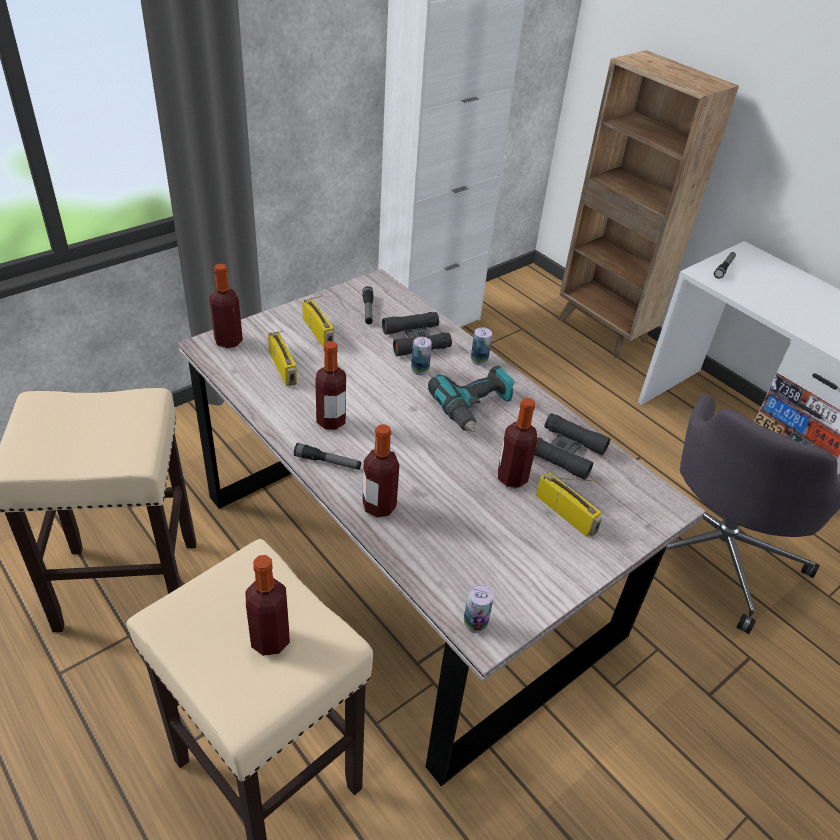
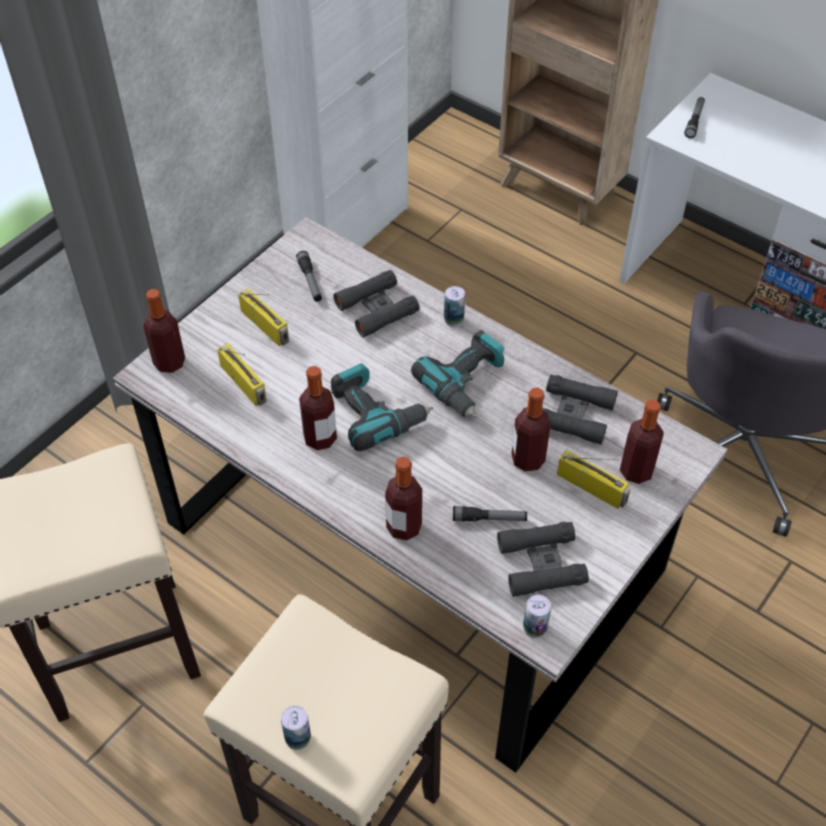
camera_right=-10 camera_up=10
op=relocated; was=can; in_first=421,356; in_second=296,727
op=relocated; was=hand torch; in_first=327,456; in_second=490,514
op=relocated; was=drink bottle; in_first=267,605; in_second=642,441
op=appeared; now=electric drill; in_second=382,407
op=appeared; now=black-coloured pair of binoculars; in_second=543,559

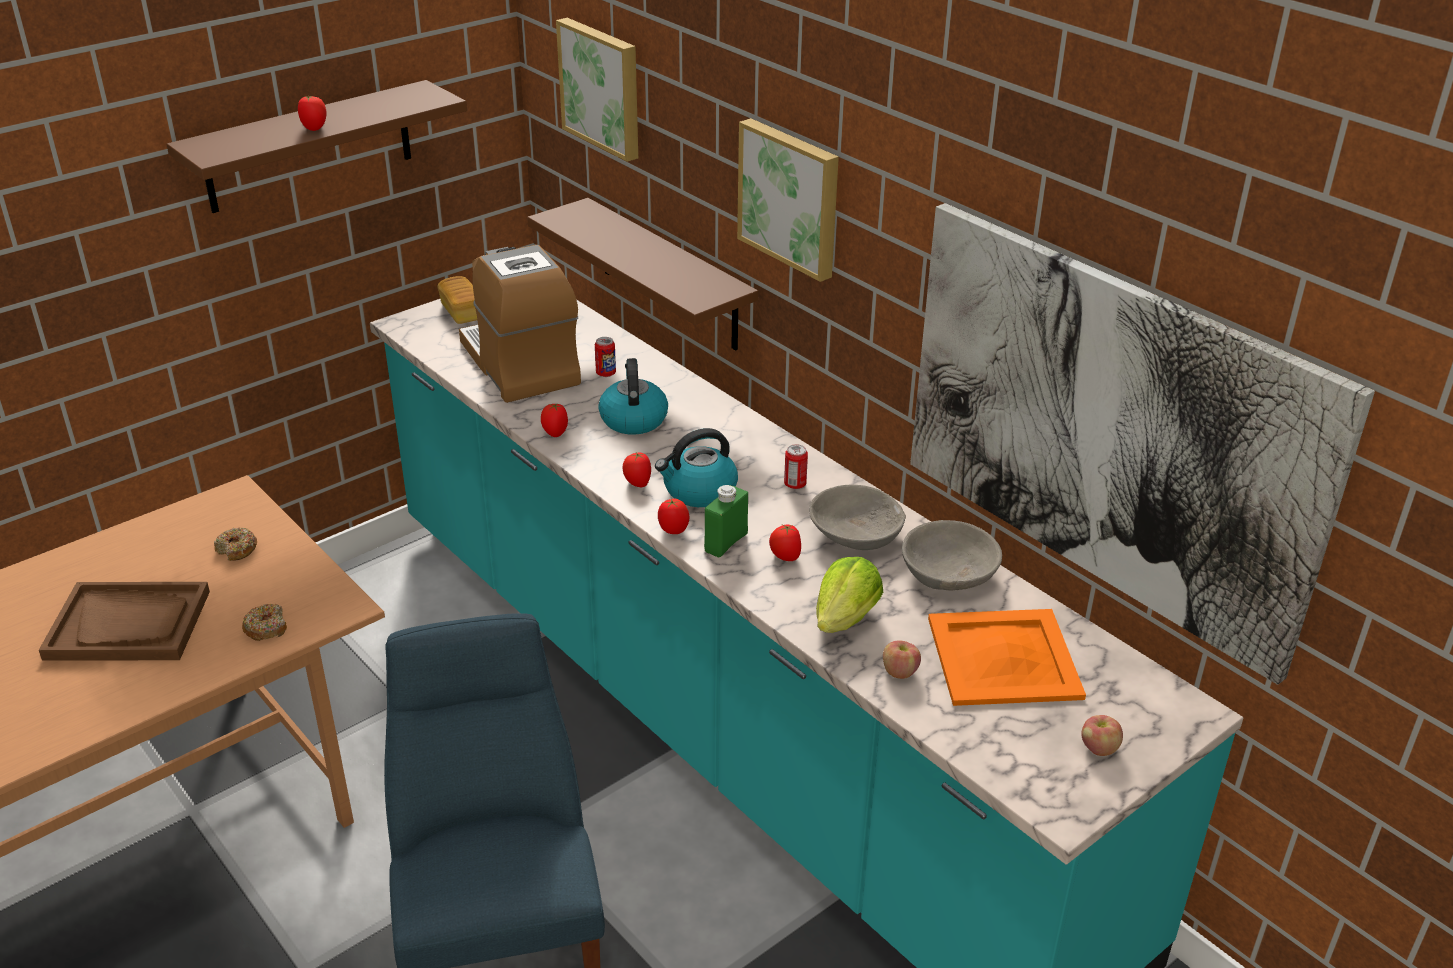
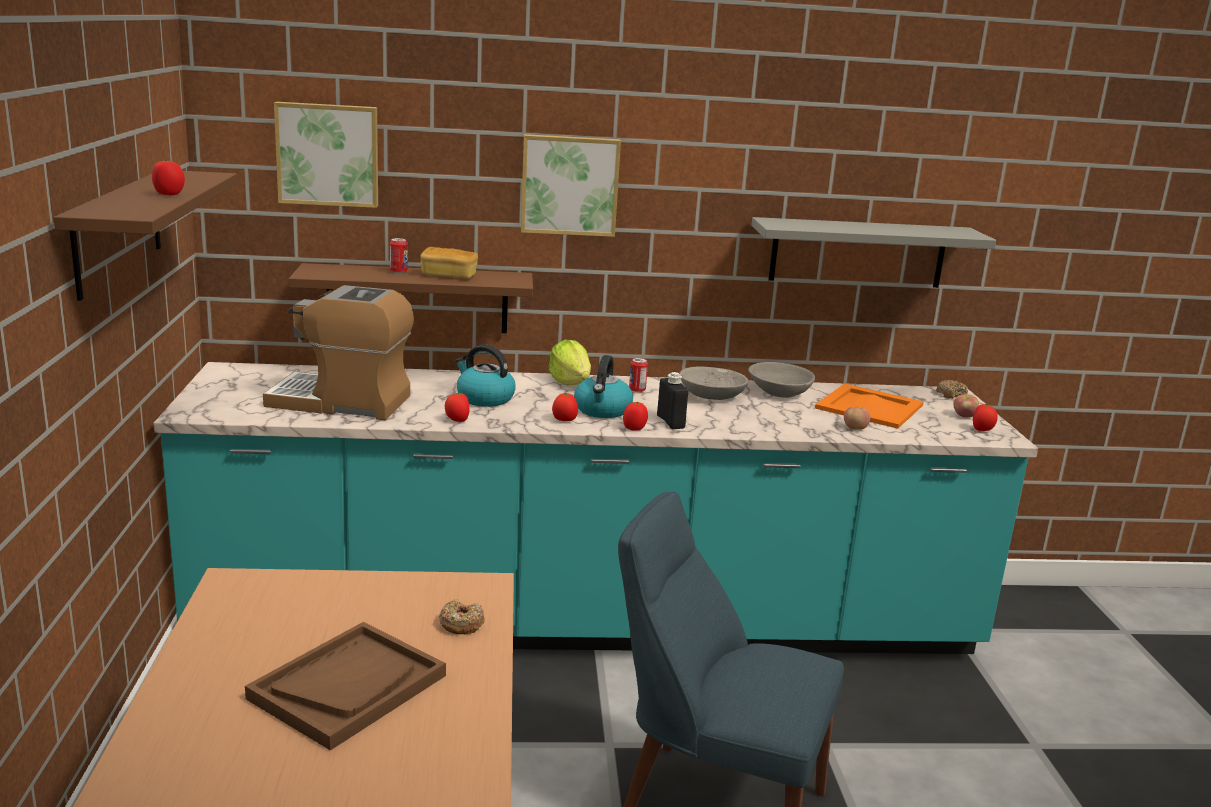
camera_right=-55 camera_up=-15
op=exchanged; was=wall picture; now=greyish wall shelf; in_first=1142,444; in_second=873,252
op=relocated; was=baked bread; in_first=457,300; in_second=449,263
op=relocated; was=can; in_first=605,357; in_second=399,255
op=colour; was=green drink bottle; now=black-coloured drink bottle; in_first=726,521; in_second=672,400
op=relocated; was=fresh tomato; in_first=785,542; in_second=985,417
op=relocated; was=doughnut; in_first=235,544; in_second=952,389
op=relocated; was=head of lettuce; in_first=849,595; in_second=569,363

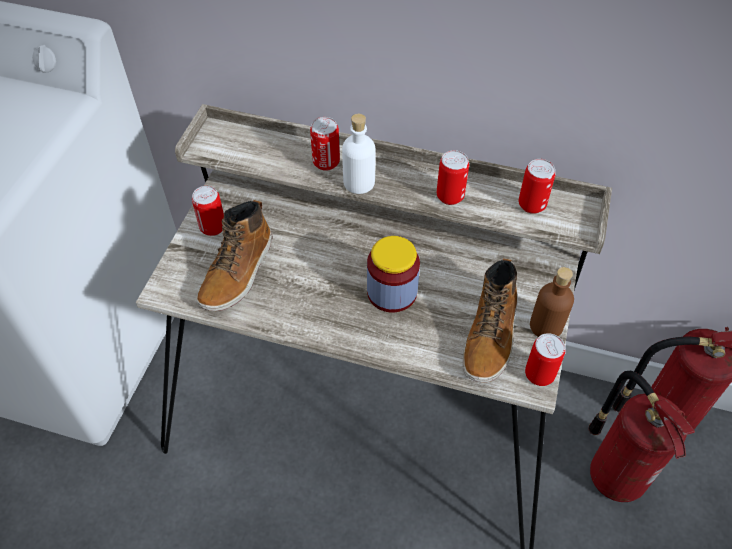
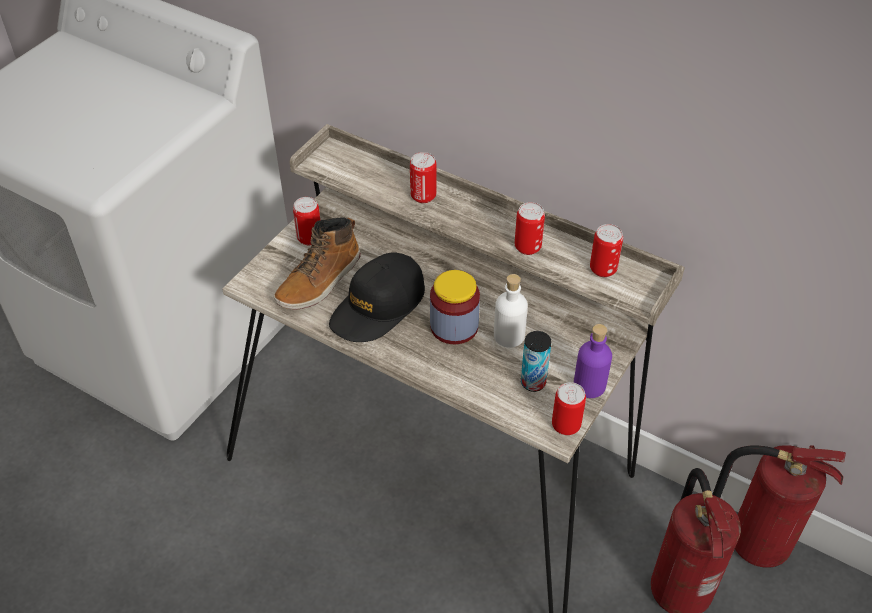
camera_right=15 camera_up=-5
op=relocated; was=white-coloured drink bottle; in_first=358,154; in_second=511,311
op=exchanged; was=high-top boot; now=can; in_first=490,320; in_second=536,361
op=colour; was=brownish drink bottle; now=purplish drink bottle; in_first=552,302; in_second=593,361
op=appeared; now=black-coloured peaked cap; in_second=377,297

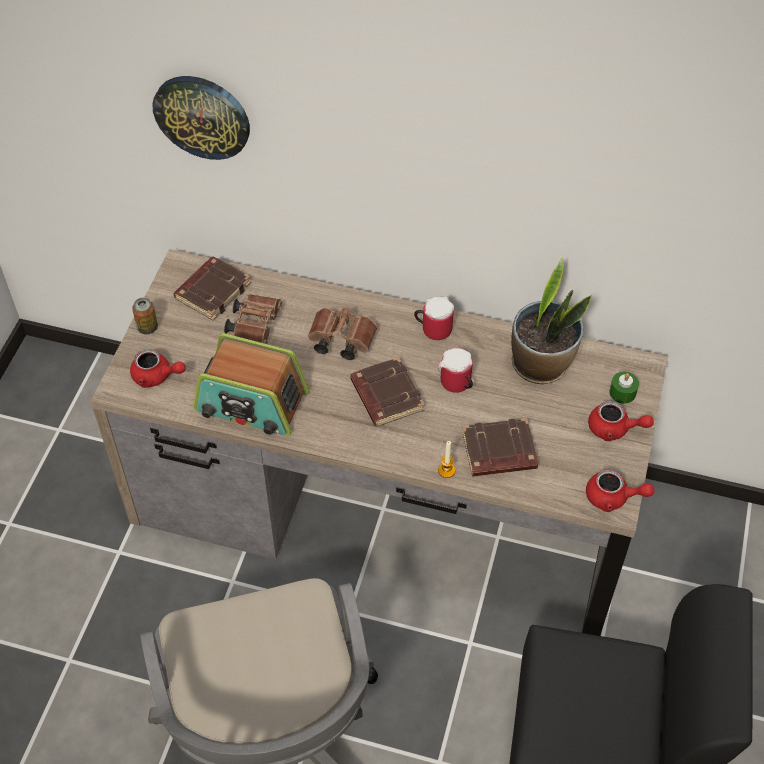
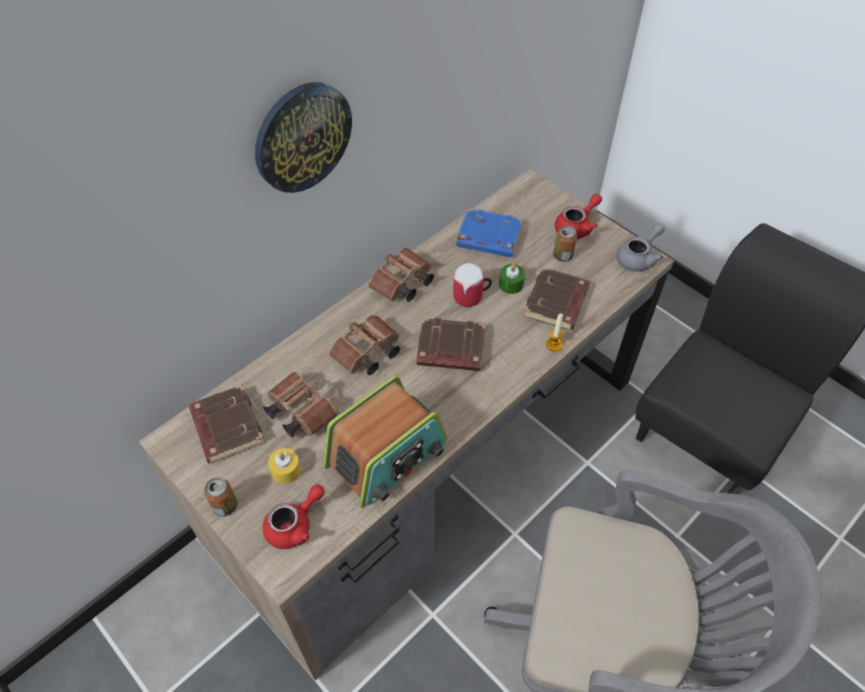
camera_right=-60 camera_up=0
op=relocated; was=wall clock; in_first=201,118; in_second=303,137
op=exchanged; was=houseplant; now=blue-coloured bound book; in_first=551,320; in_second=489,232
op=exchanged; was=mug; now=brownish pair of binoculars; in_first=434,318; in_second=401,275
op=relocated; was=green wax light; in_first=624,388; in_second=512,279
op=colour; was=red-coloured pot for tea; now=greyish pot for tea; in_first=620,491; in_second=640,247
op=appeared; now=can; in_second=565,244
op=appeared; now=yellow-coloured wax light; in_second=284,466

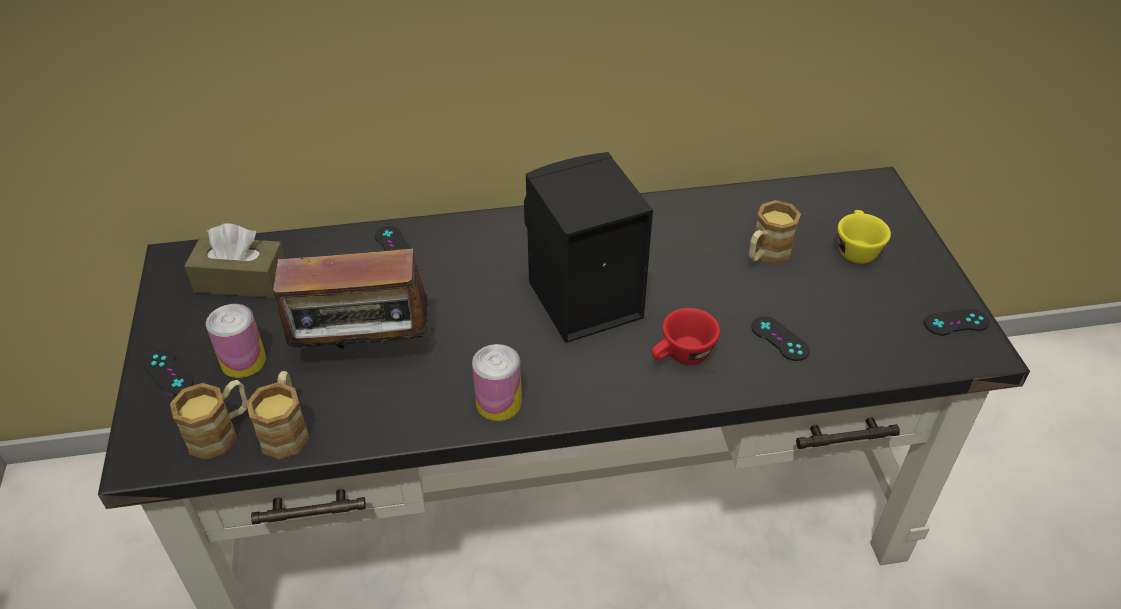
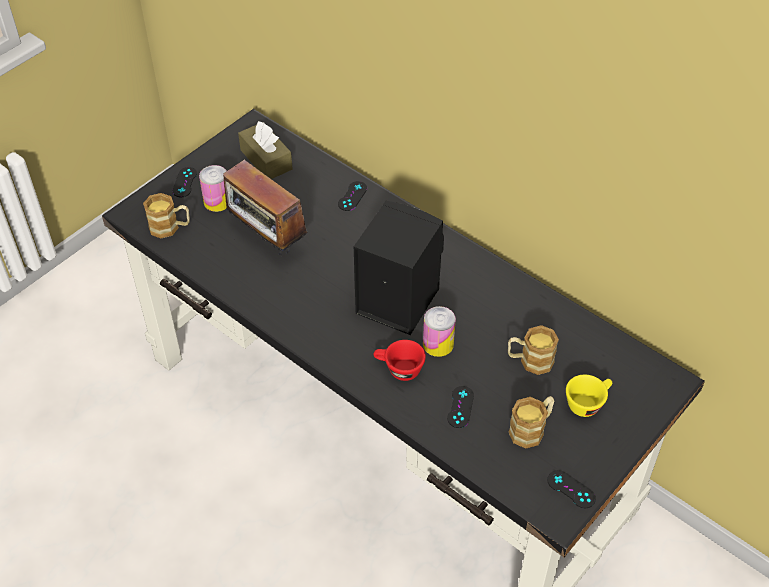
camera_right=50 camera_up=5
op=relocated; was=can; in_first=497,382; in_second=439,331
op=relocated; was=mug; in_first=278,415; in_second=531,422

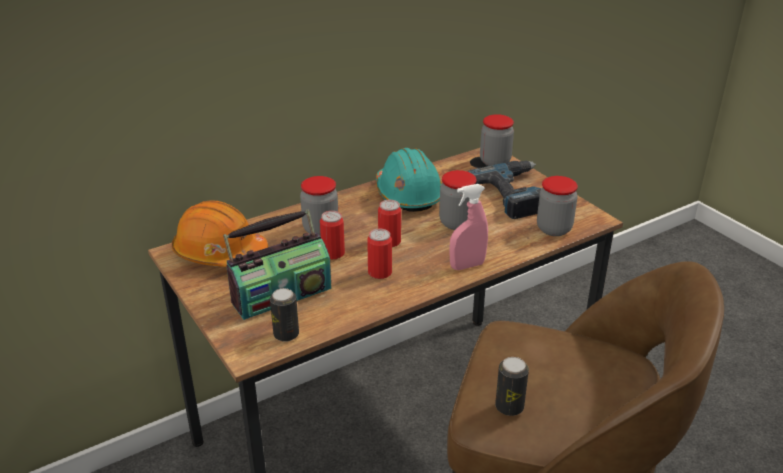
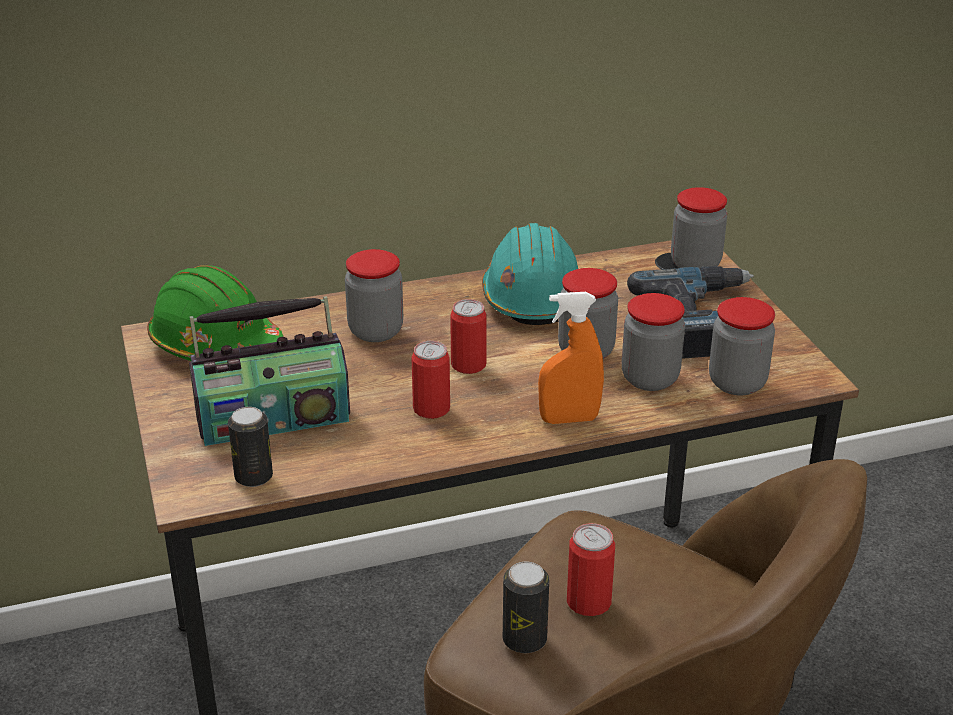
camera_right=15 camera_up=0
op=colour; was=pink-coloured sprayer; now=orangey sprayer; in_first=468,227; in_second=571,358
op=colour; was=orangey safety helmet; now=green safety helmet; in_first=220,233; in_second=215,313
op=relocated; was=can; in_first=332,235; in_second=591,569
op=appeared; now=jar; in_second=653,342

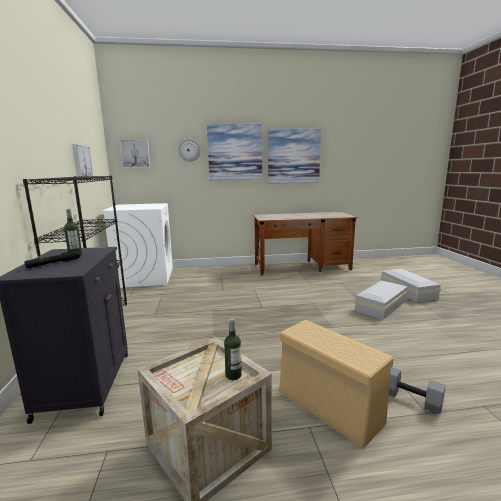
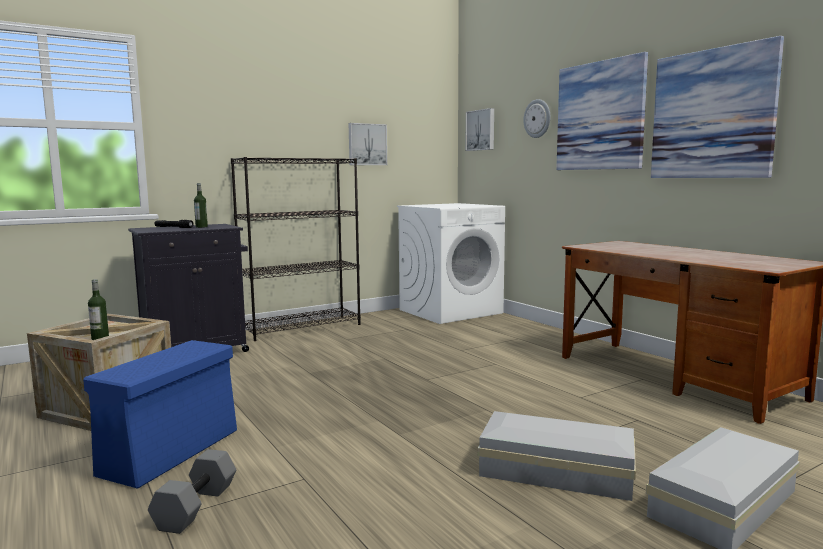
camera_right=65 camera_up=-5
op=colour; was=beige storage box; now=blue-coloured storage box; in_first=336,384; in_second=160,414

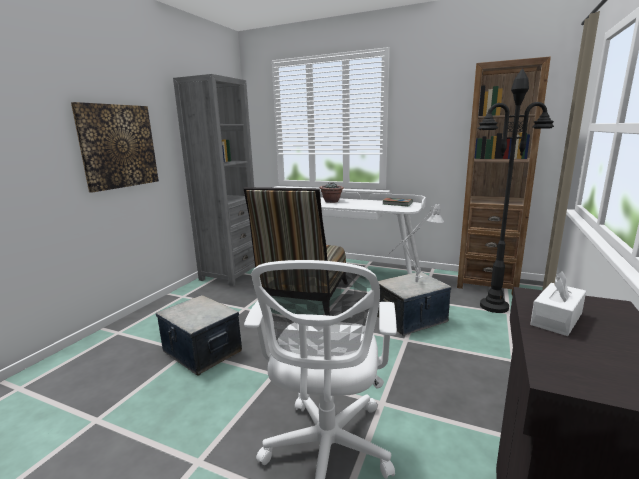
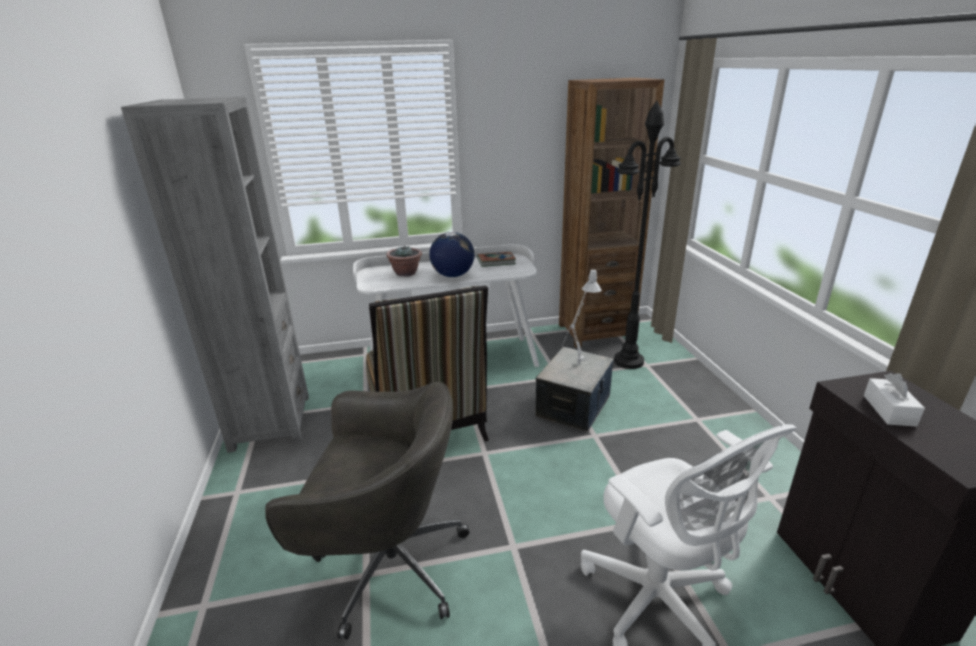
camera_right=-35 camera_up=10
op=missing; was=wall picture; in_first=115,147
op=exchanged; was=storage box; now=greyish office chair; in_first=199,335; in_second=367,511
op=appeared; now=globe; in_second=451,254

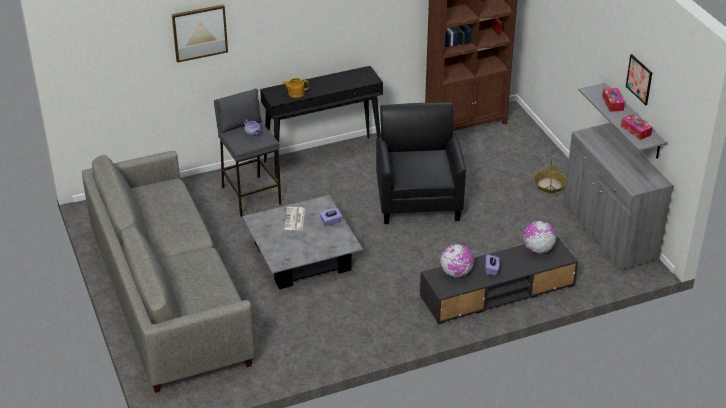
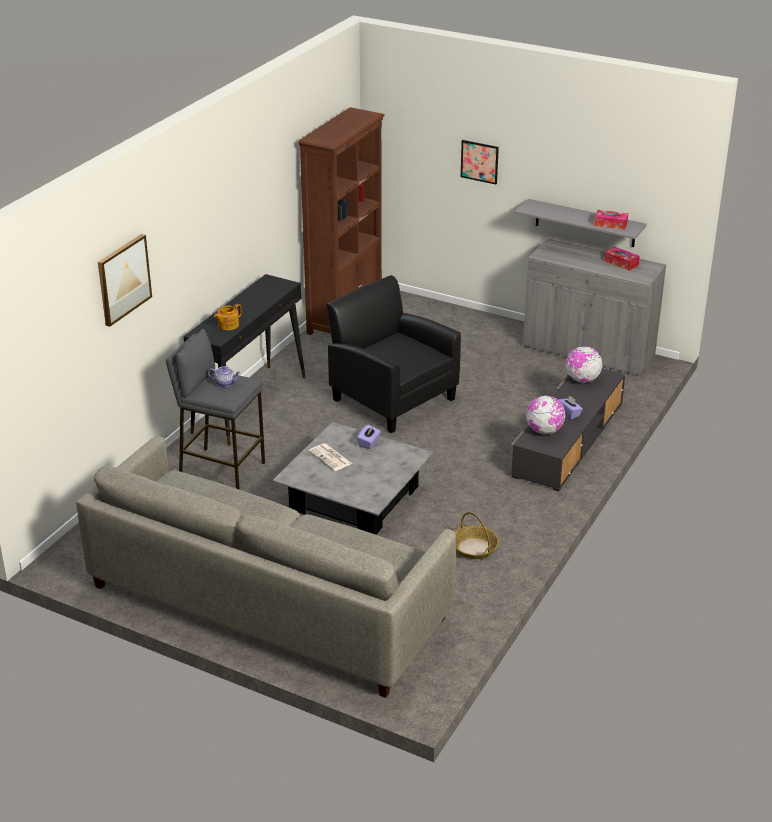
camera_right=-40 camera_up=-5
op=relocated; was=wall picture; in_first=639,79; in_second=480,162
op=relocated; was=box of tissues; in_first=613,100; in_second=622,259
op=relocated; was=household basket; in_first=549,176; in_second=477,535

